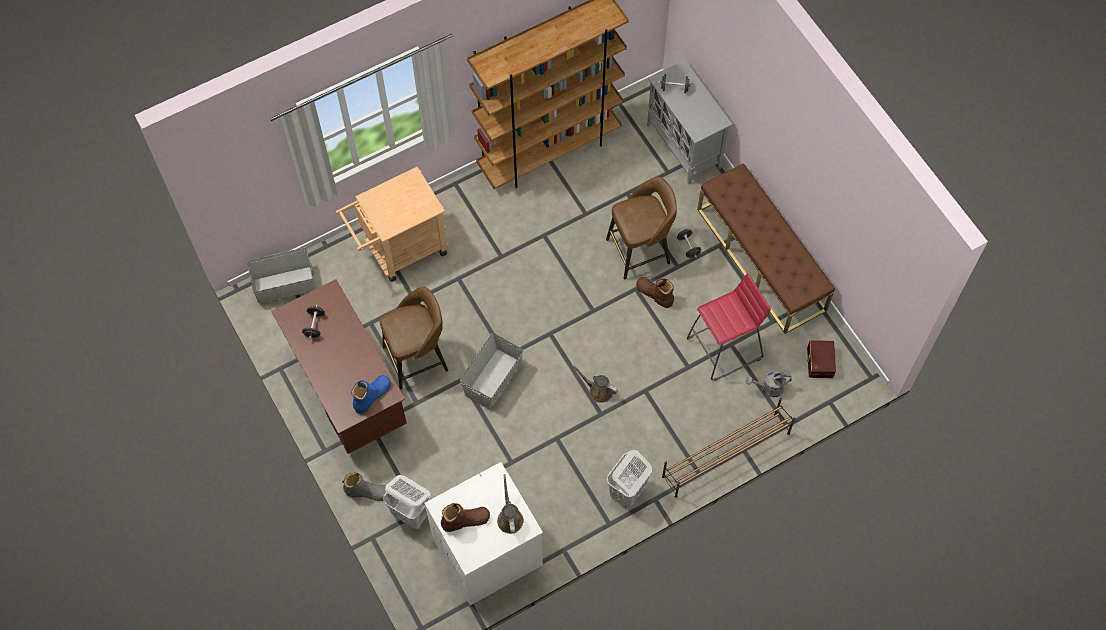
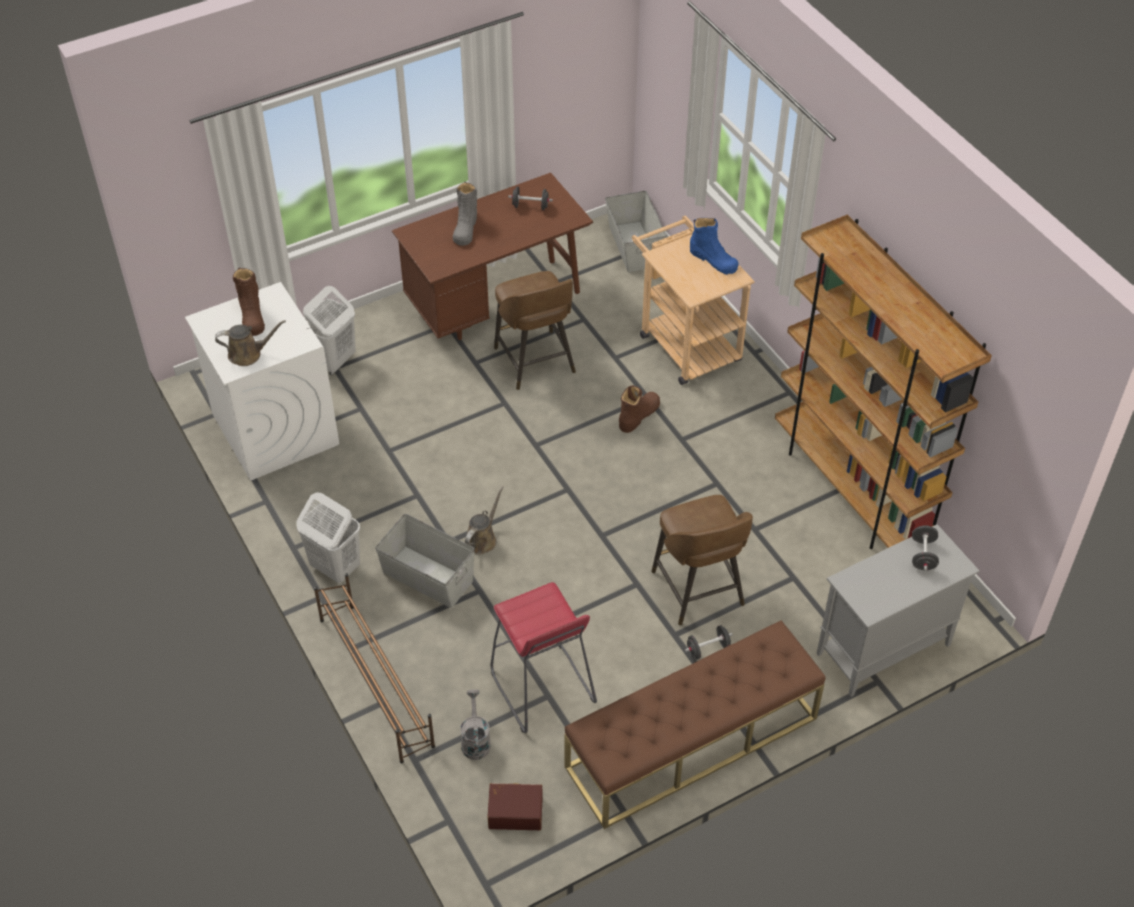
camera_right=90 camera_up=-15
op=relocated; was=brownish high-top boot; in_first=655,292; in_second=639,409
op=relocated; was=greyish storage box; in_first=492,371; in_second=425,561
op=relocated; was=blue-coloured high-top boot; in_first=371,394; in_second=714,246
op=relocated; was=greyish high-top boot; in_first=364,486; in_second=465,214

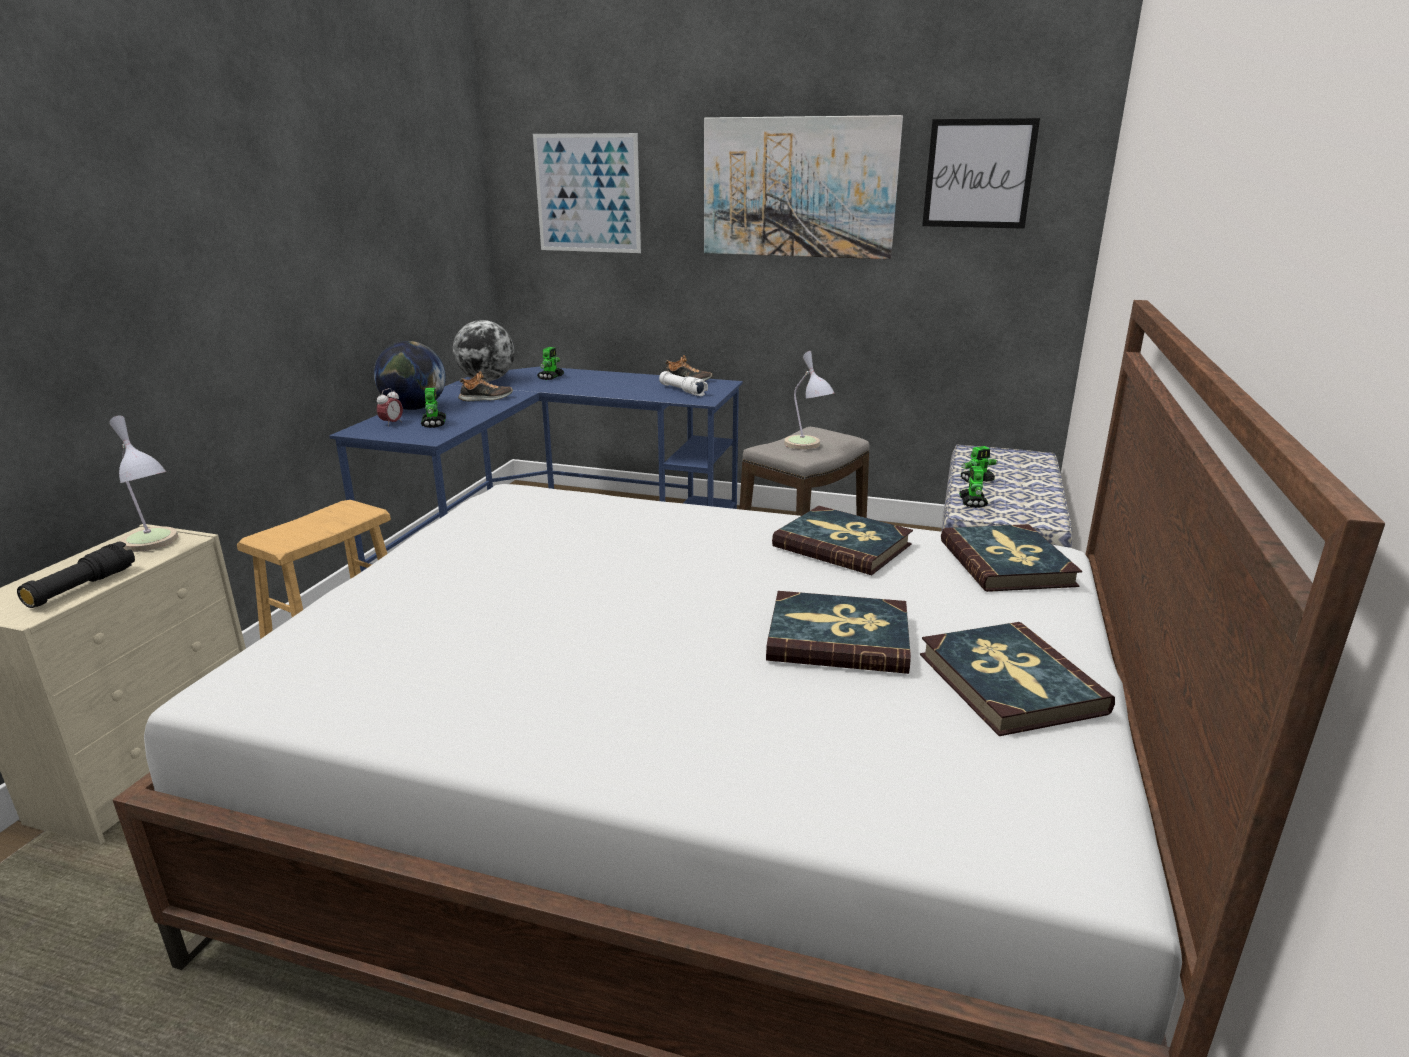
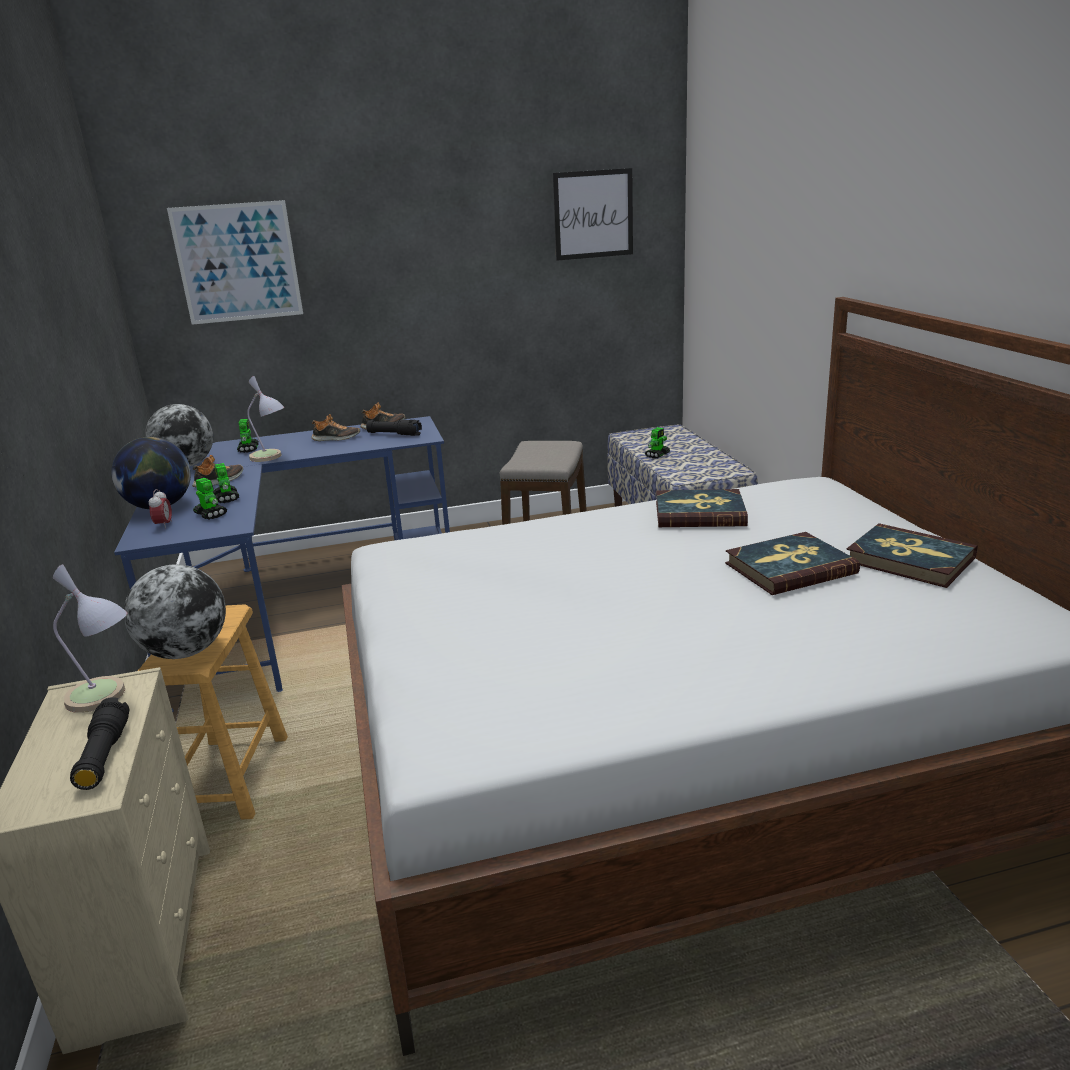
camera_right=-30 camera_up=0
op=missing; was=wall picture; in_first=803,187
op=relocated; was=lamp for a table; in_first=809,400; in_second=266,419
op=colour; was=white-coloured hand torch; now=black-coloured hand torch; in_first=683,383; in_second=394,428
op=relocated; was=toy robot; in_first=973,487; in_second=226,483
op=missing; was=bound book; in_first=1011,558
op=appeared; now=shoe; in_second=335,427
op=appeared; now=globe; in_second=175,611

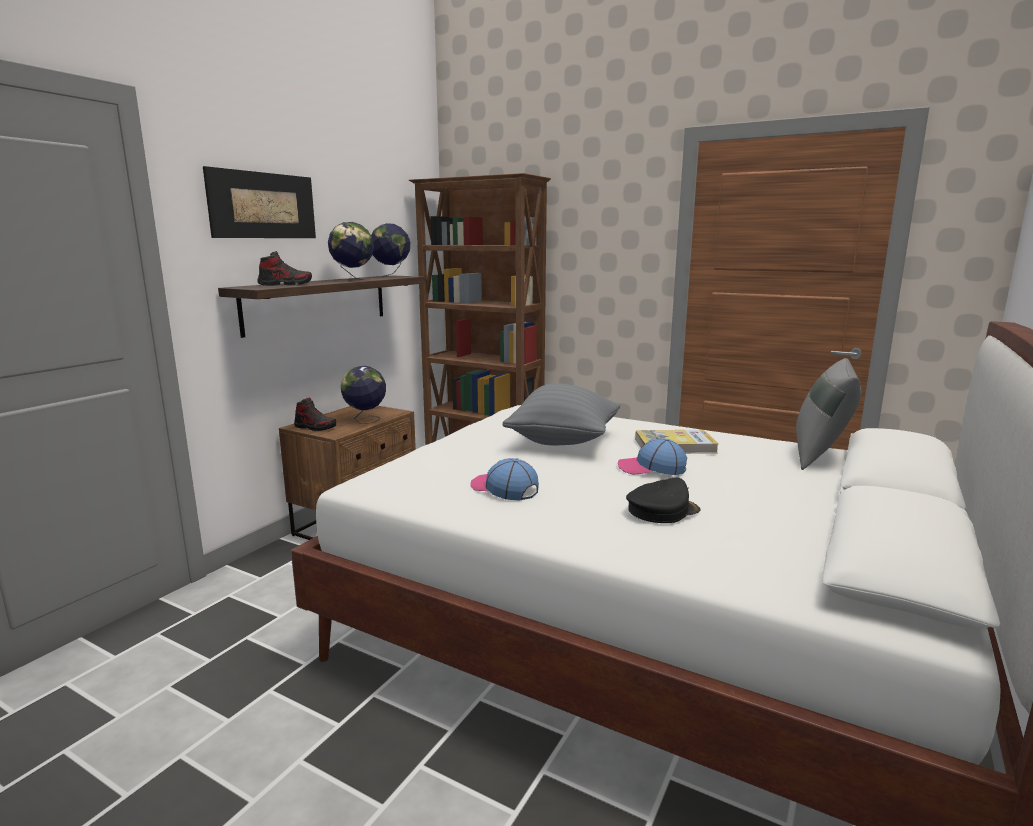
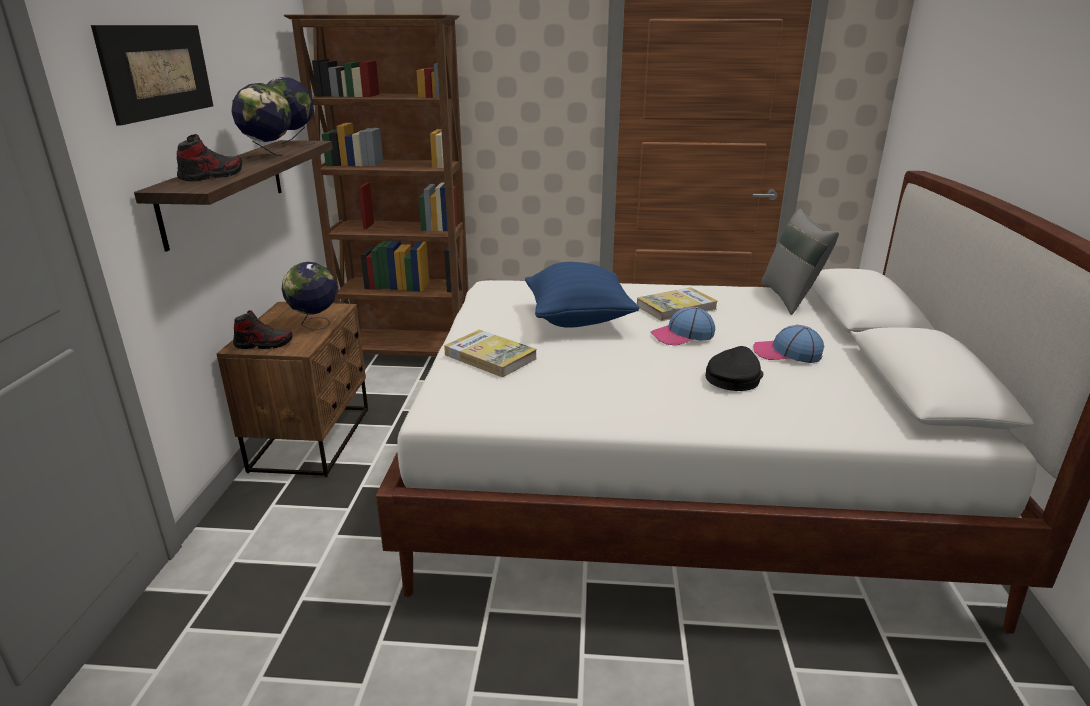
camera_right=-25 camera_up=10
op=colour; was=greyish cushion; now=blue-coloured cushion; in_first=561,414; in_second=582,295
op=relocated; was=peaked cap; in_first=504,479; in_second=788,344
op=appeared; now=bound book; in_second=490,353

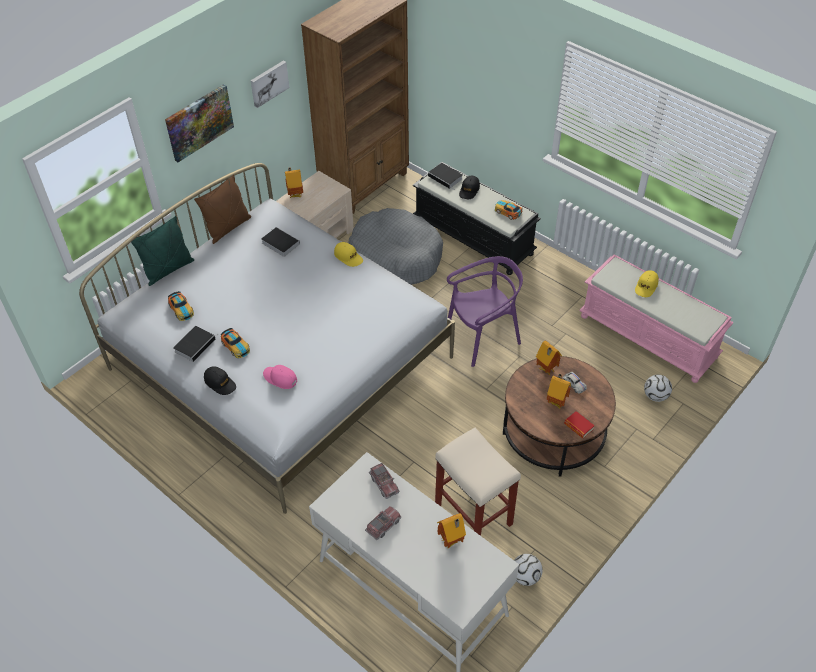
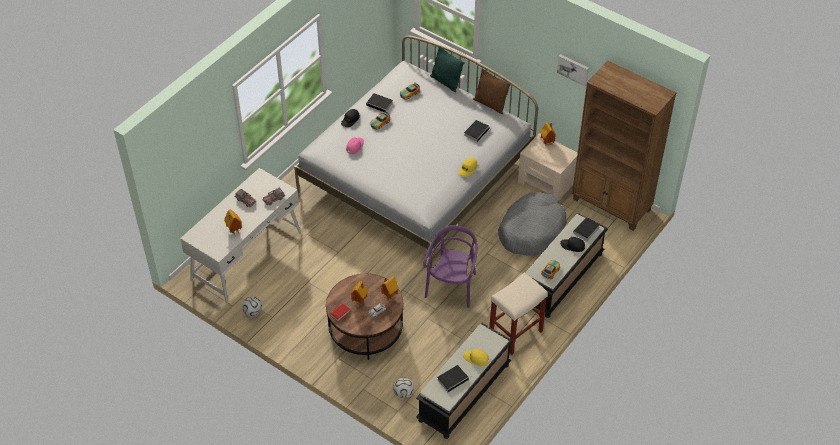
camera_right=85 camera_up=0
op=missing; was=wall picture; in_first=199,123
op=colour; was=pink-coloured long seat; now=black-coloured long seat; in_first=656,318; in_second=464,381
op=spun; was=purplish chair; in_first=485,311; in_second=450,266; clockwise=-135
op=relocated; was=beige stool seat; in_first=478,482; in_second=518,313
op=appeared; now=bound book; in_second=454,378

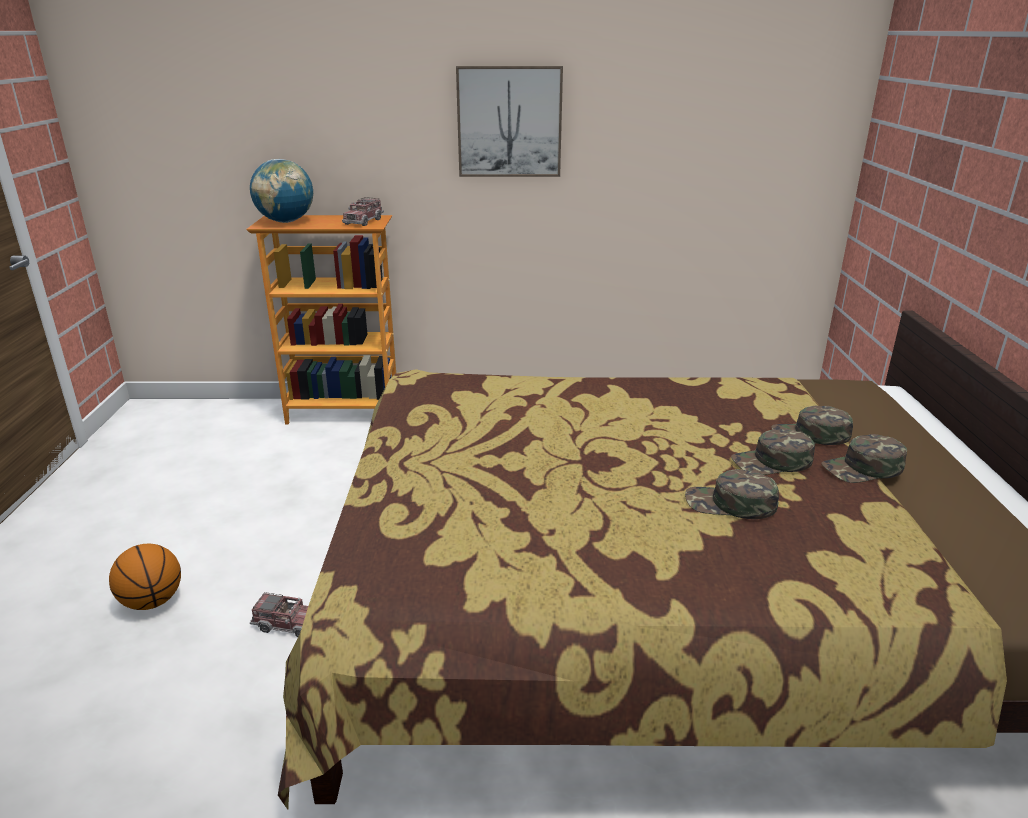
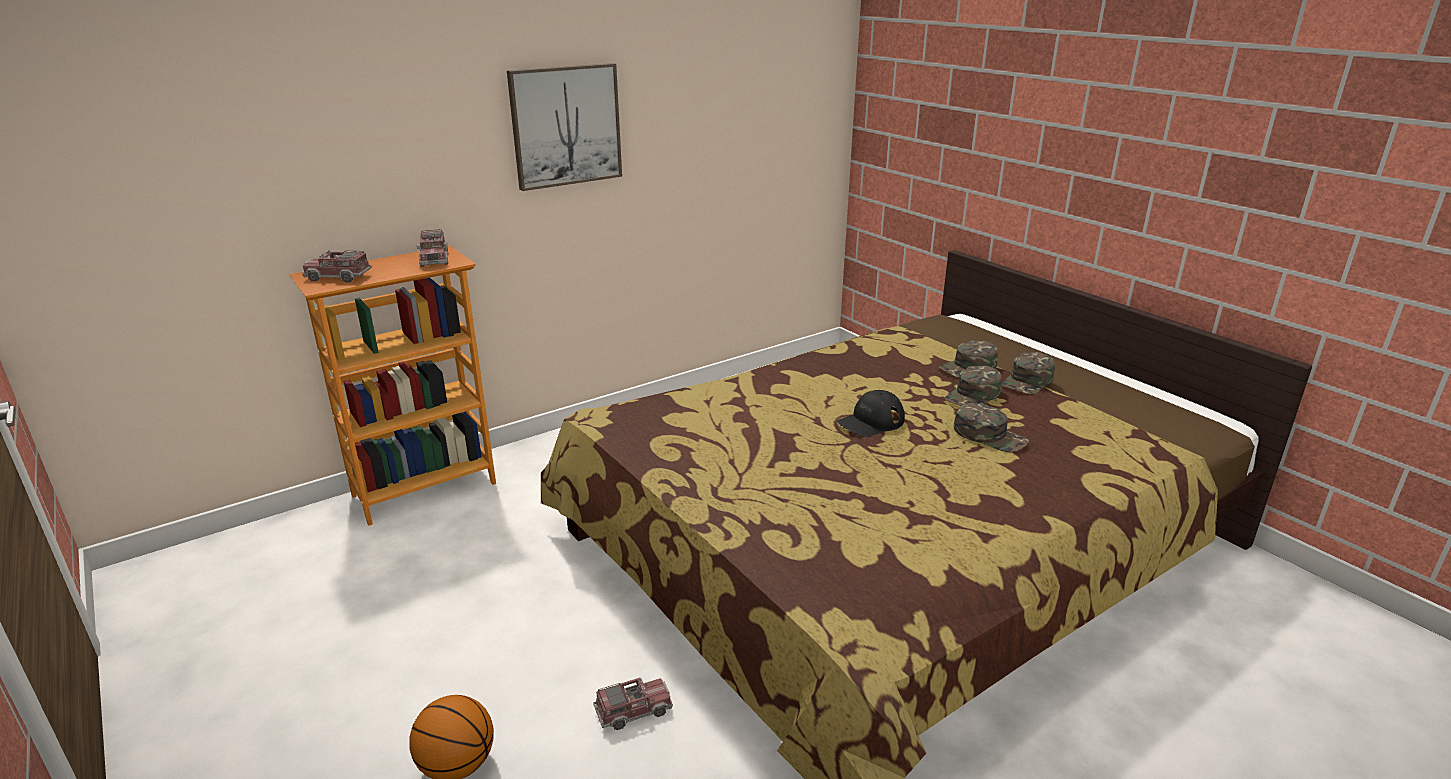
camera_right=-35 camera_up=0
op=exchanged; was=globe; now=model truck; in_first=281,191; in_second=337,266
op=spun; was=green peaked cap; in_first=732,494; in_second=991,427; clockwise=-120
op=appeared; now=black-coloured peaked cap; in_second=871,413

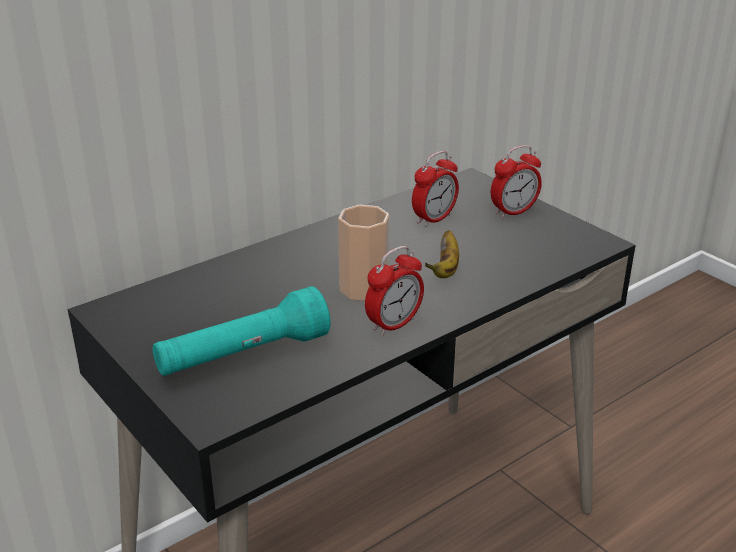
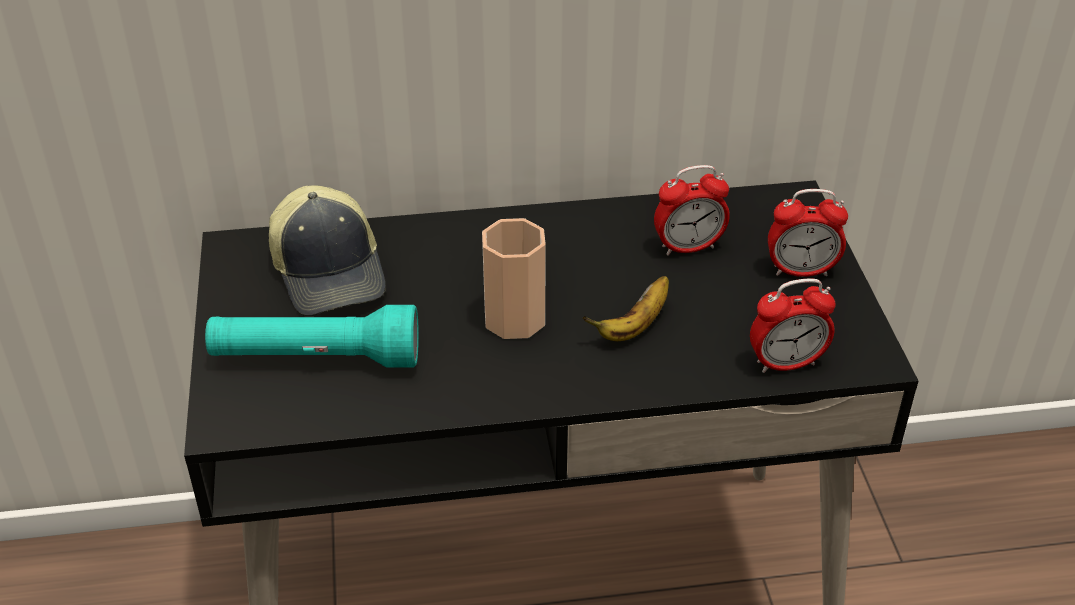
camera_right=30 camera_up=10
op=relocated; was=table clock; in_first=394,291; in_second=793,325
op=appeared; now=peaked cap; in_second=327,250

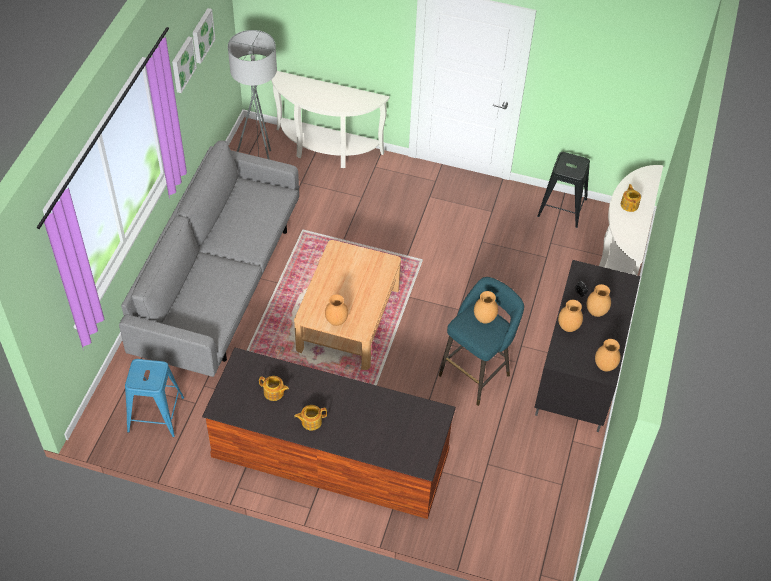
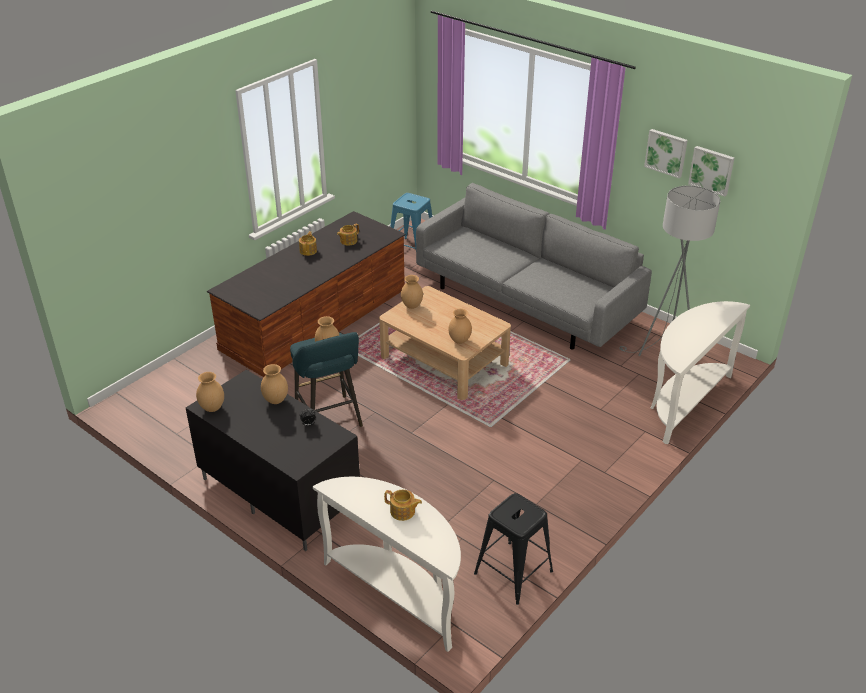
camera_right=115 camera_up=-15
op=relocated; was=brownish flower vase; in_first=599,300; in_second=460,326

